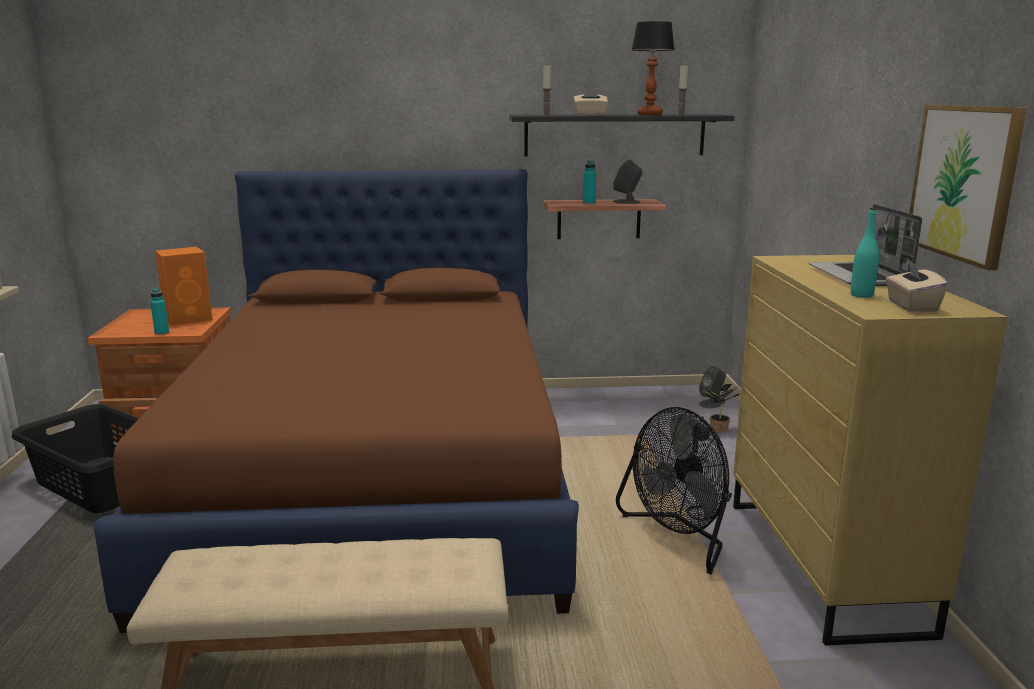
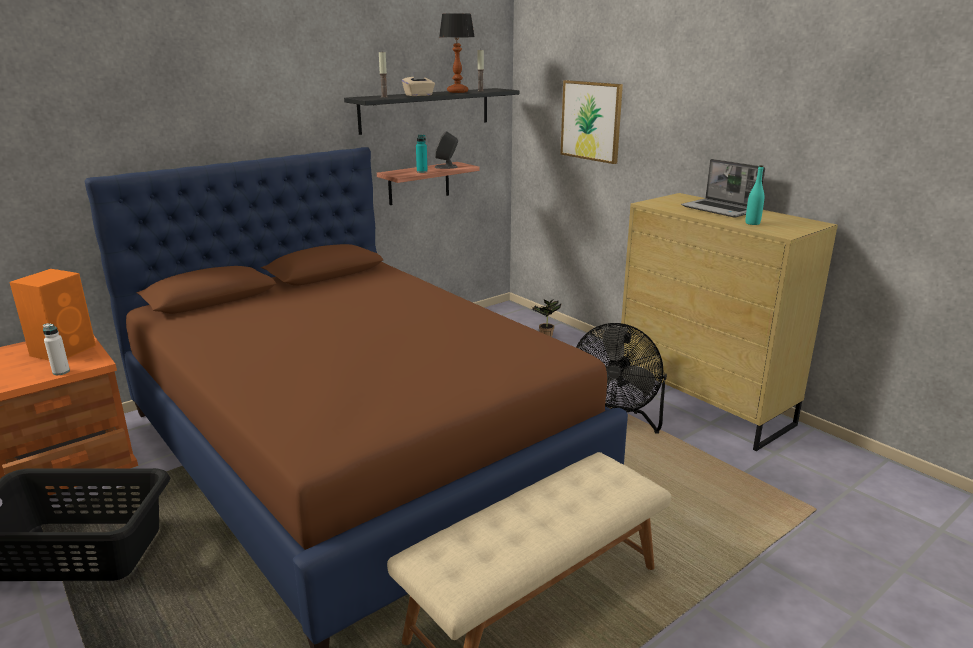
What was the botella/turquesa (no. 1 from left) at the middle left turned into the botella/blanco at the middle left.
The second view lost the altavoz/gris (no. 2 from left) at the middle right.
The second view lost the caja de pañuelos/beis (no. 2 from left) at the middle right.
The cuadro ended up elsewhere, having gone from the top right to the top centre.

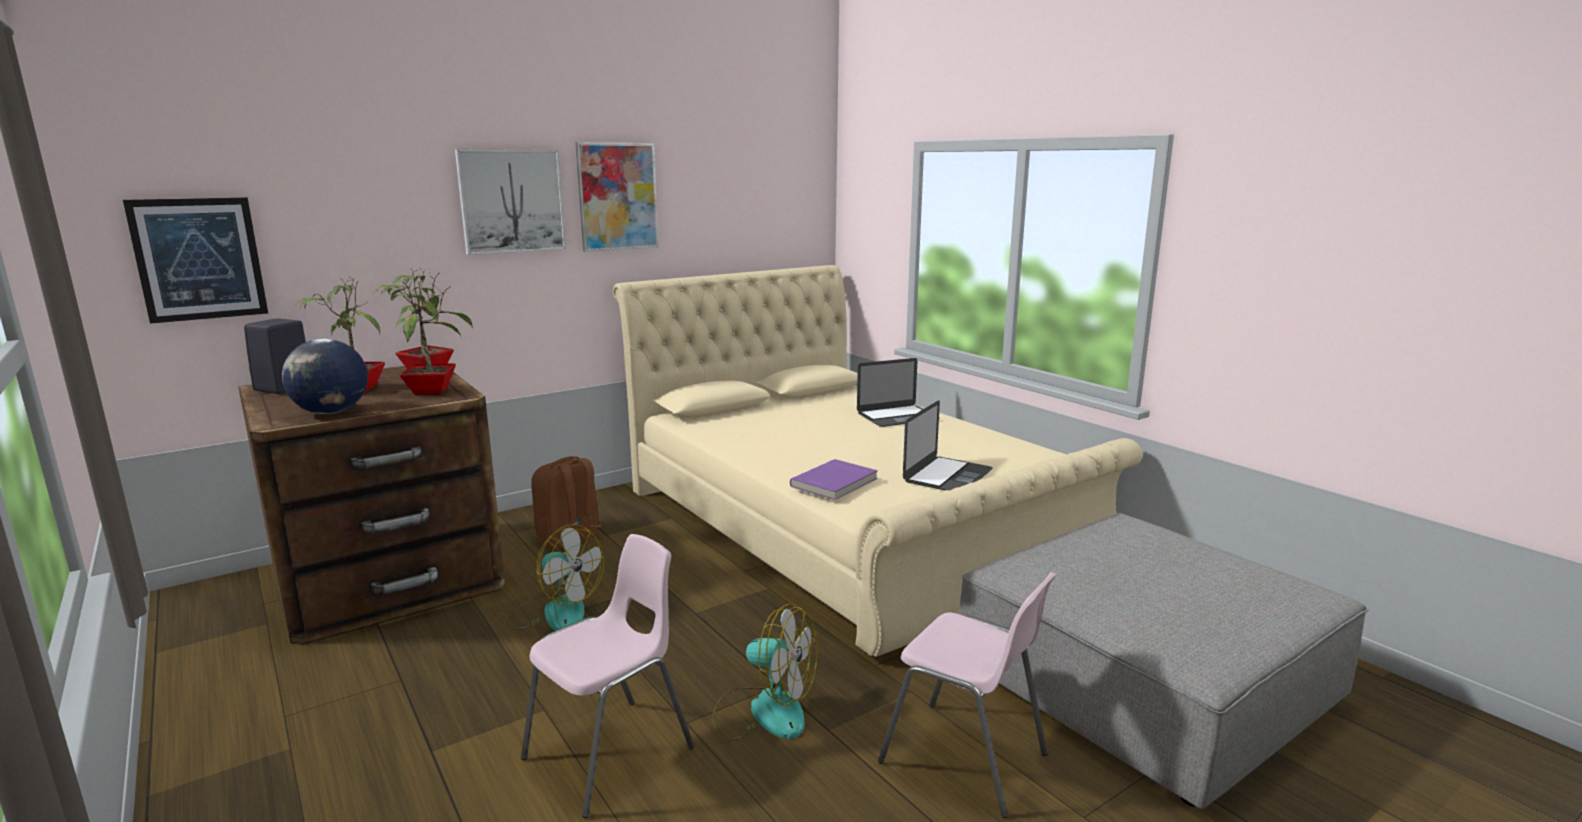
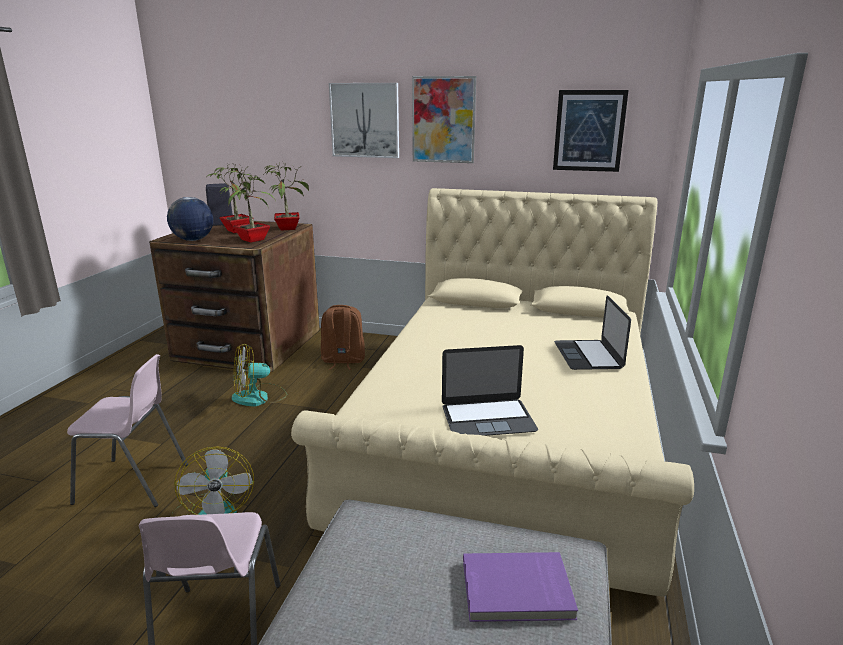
The cuadro (no. 1 from left in the first image) ended up elsewhere, having gone from the top left to the top right.
The ventilador (no. 1 from left in the first image) at the bottom centre ended up facing another way, 75 degrees clockwise from before.
The libro/morado ended up elsewhere, having gone from the centre to the bottom centre.
The portátil (no. 1 from left in the first image) at the centre ended up facing another way, 60 degrees clockwise from before.

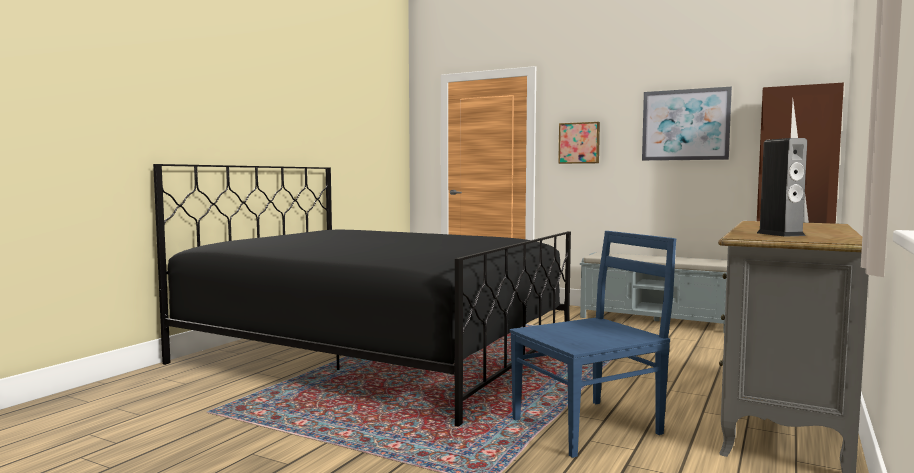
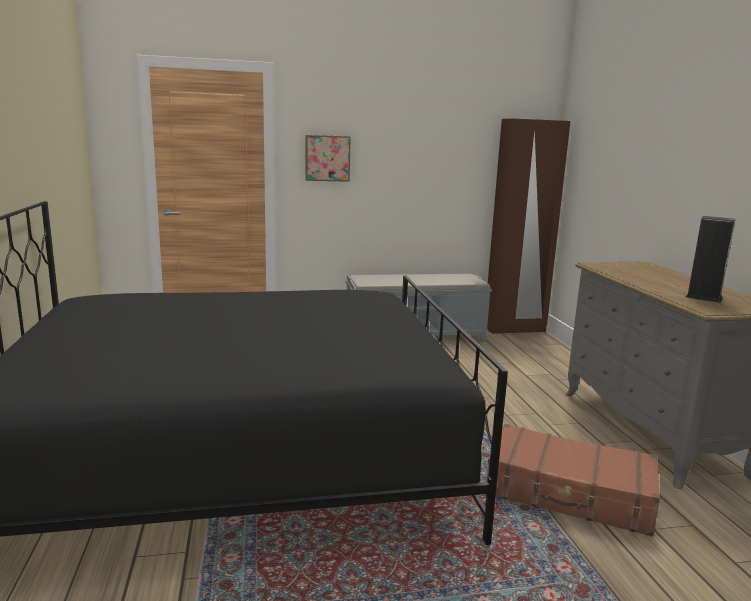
Where the silla/azul stood at the bottom centre, the maleta/marrón came to stand at the bottom right.
The second view lost the cuadro (no. 2 from left) at the top right.

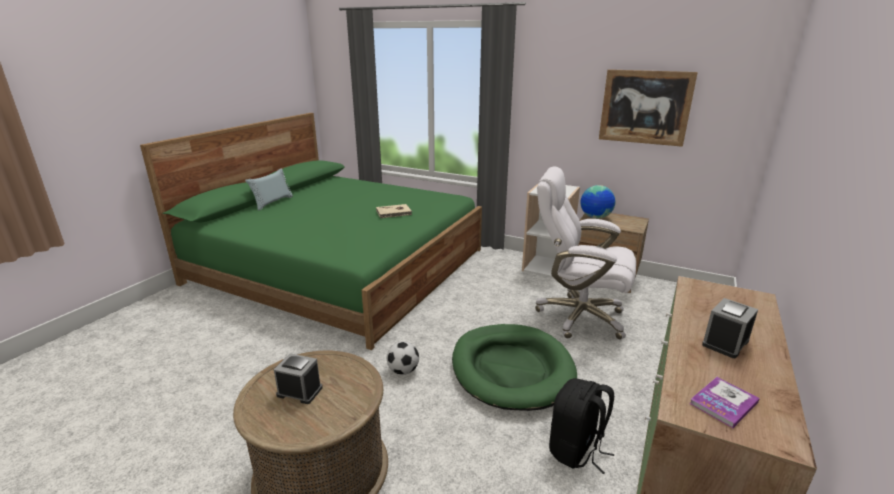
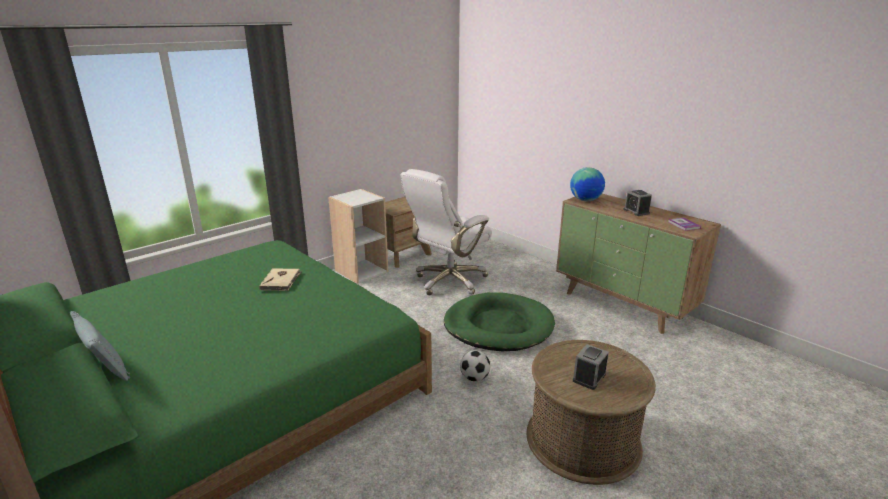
The second view lost the mochila/negro at the bottom centre.
The globo terráqueo ended up elsewhere, having gone from the middle right to the centre.
The second view lost the cuadro at the top right.

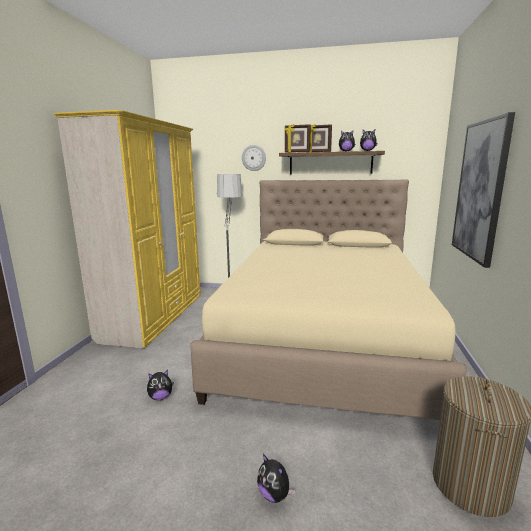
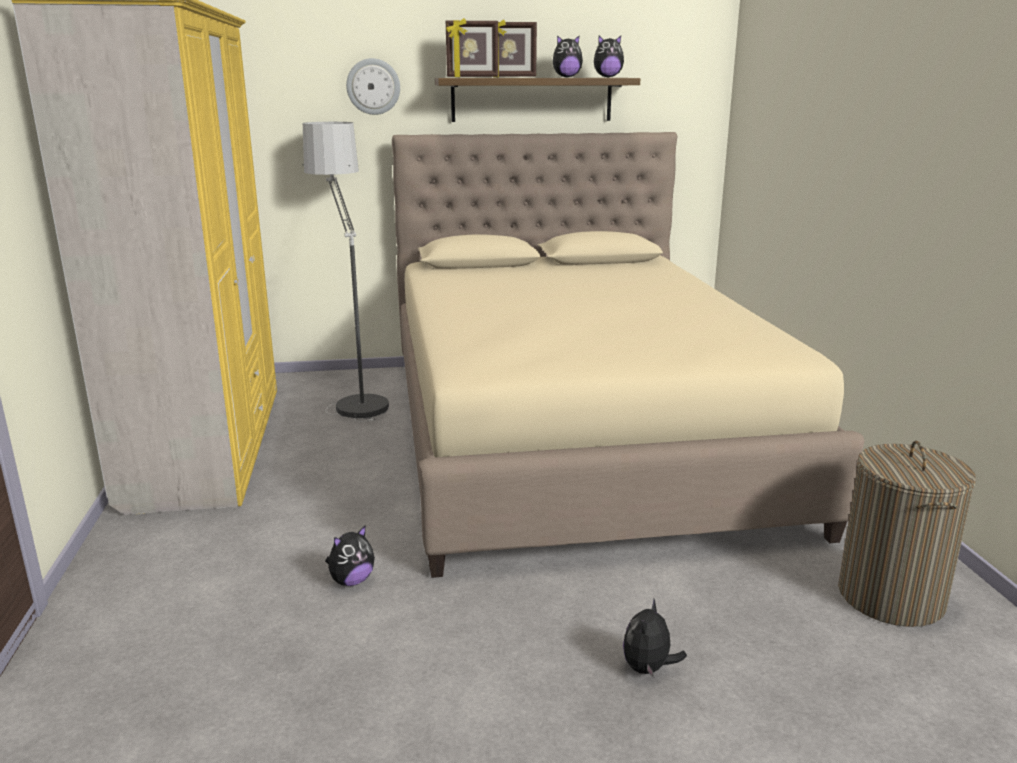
The peluche (no. 2 from left in the first image) at the bottom centre ended up facing another way, 90 degrees clockwise from before.
The second view lost the cuadro at the middle right.

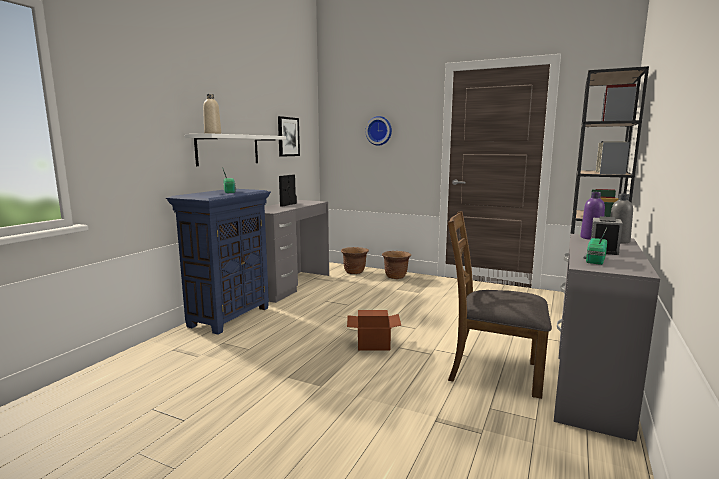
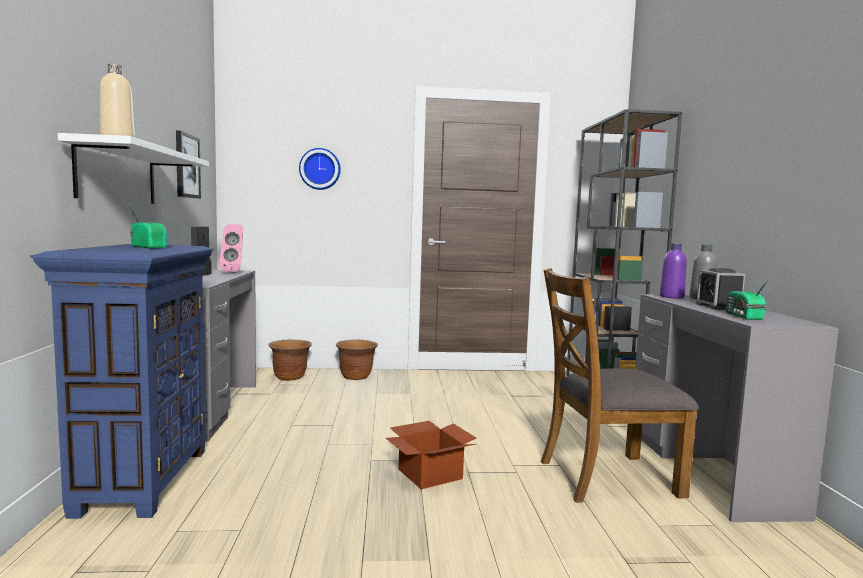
The second view gained the altavoz/rosa at the middle left.

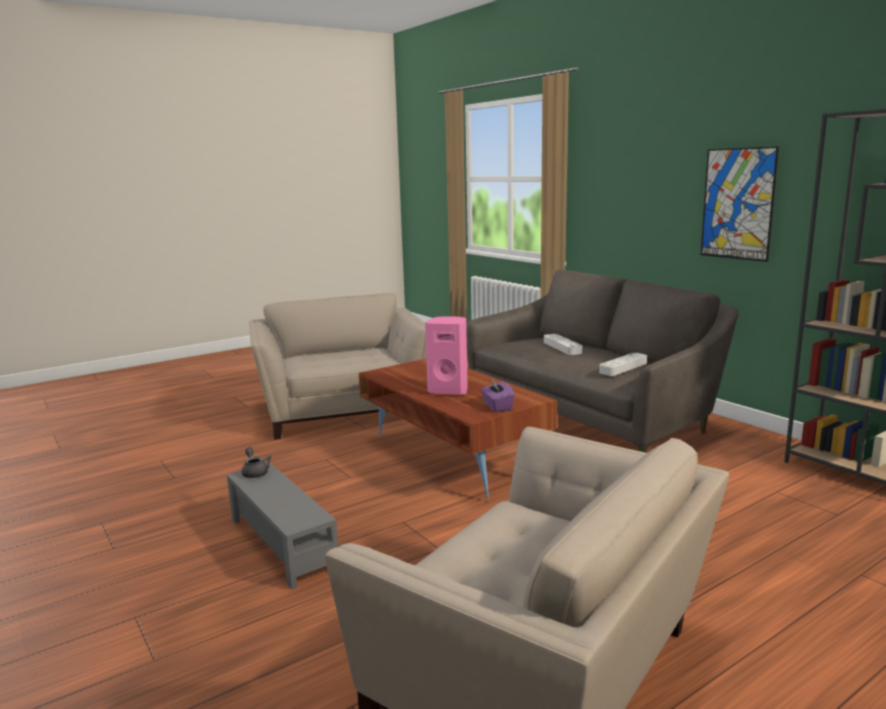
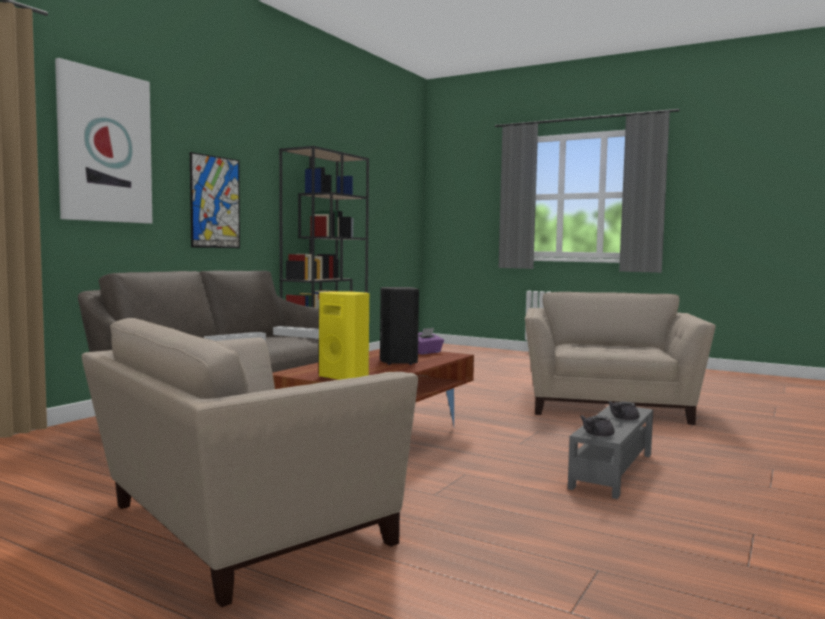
What was the altavoz/rosa at the centre turned into the altavoz/negro at the centre.
The second view gained the cuadro (no. 1 from left) at the top left.
The second view gained the altavoz/amarillo at the centre.
The second view gained the tetera/gris (no. 2 from left) at the middle right.

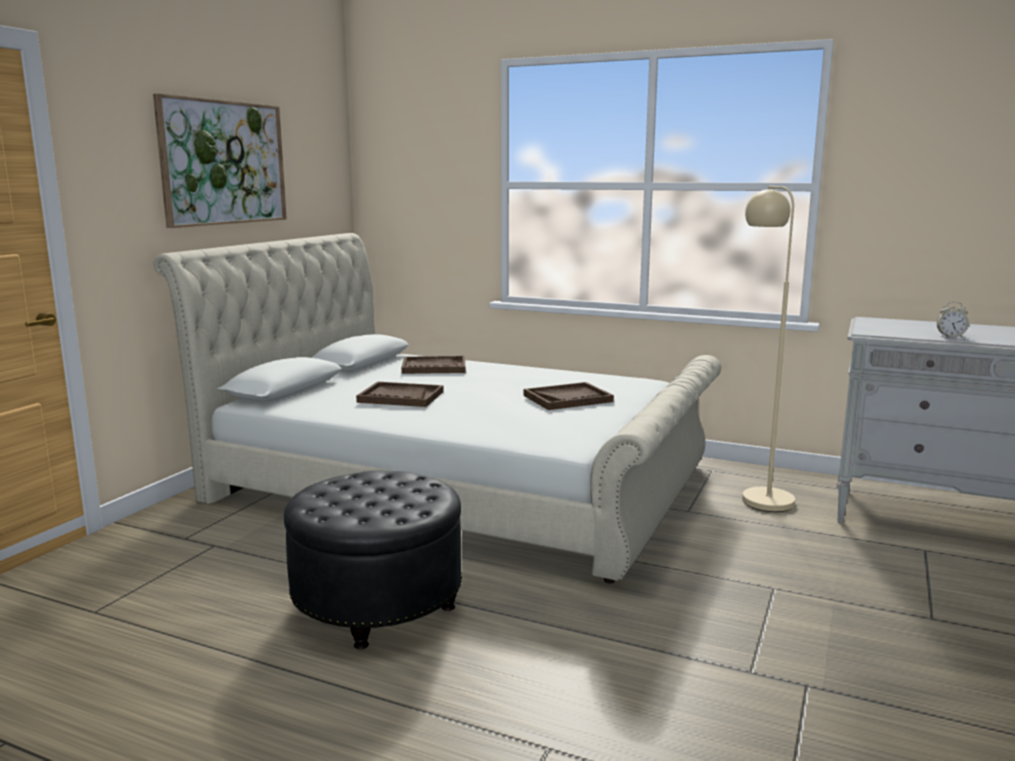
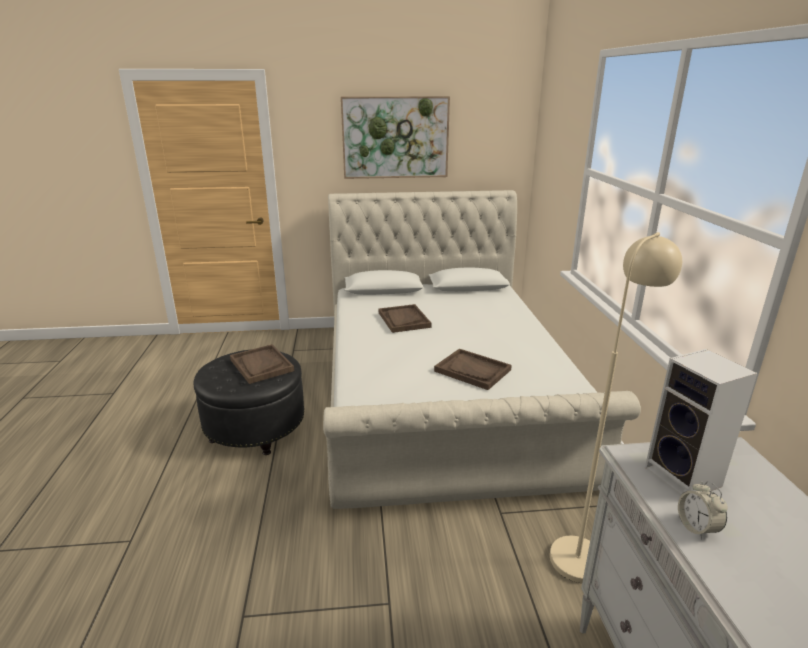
The bandeja/marrón (no. 2 from left in the first image) ended up elsewhere, having gone from the centre to the middle left.
The second view gained the altavoz at the middle right.

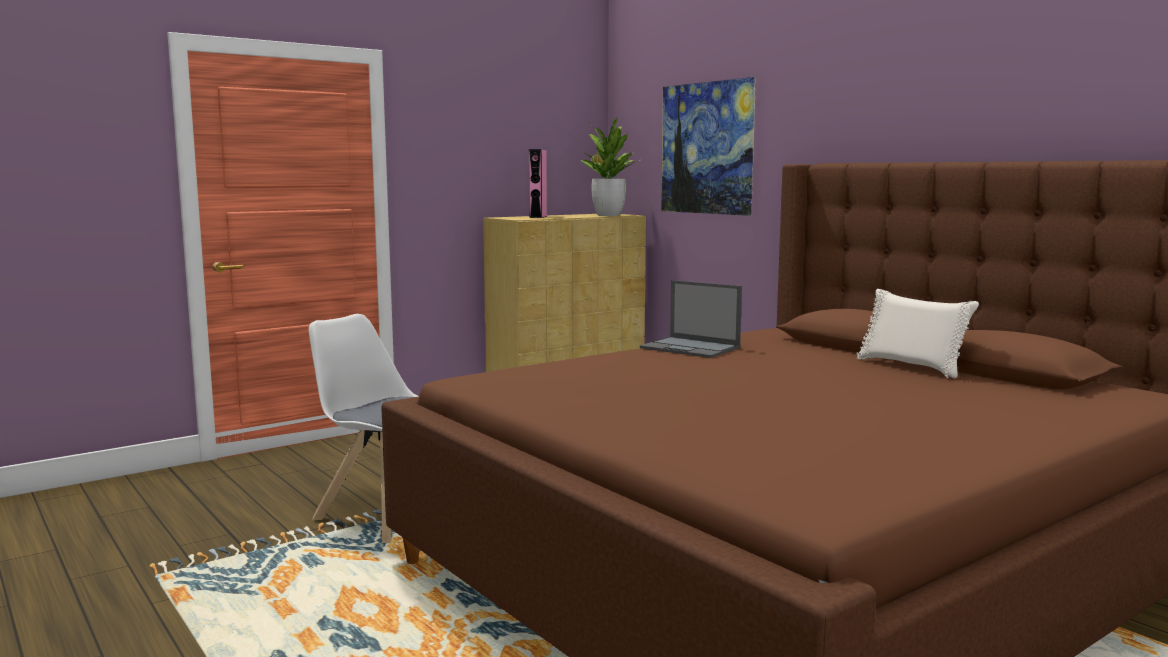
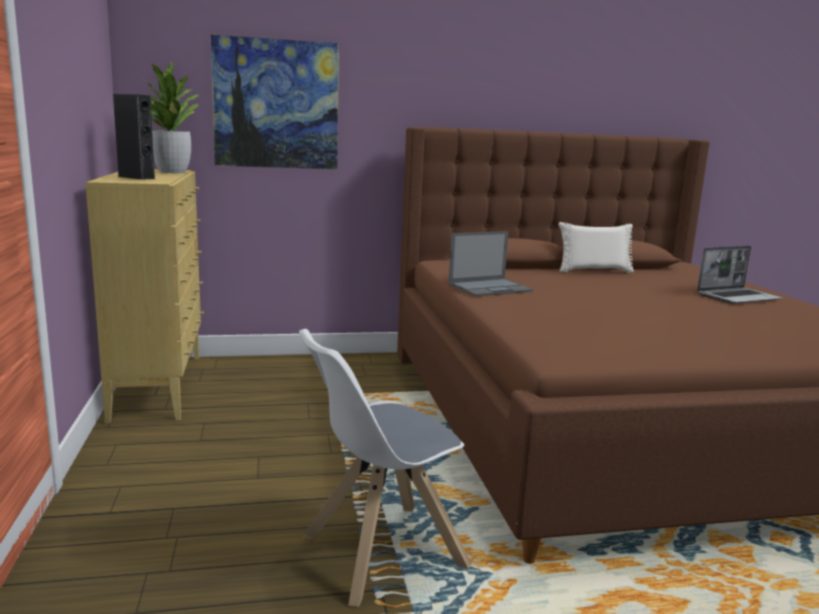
What was the altavoz/rosa at the top centre turned into the altavoz/negro at the top left.
The second view gained the portátil (no. 2 from left) at the middle right.

